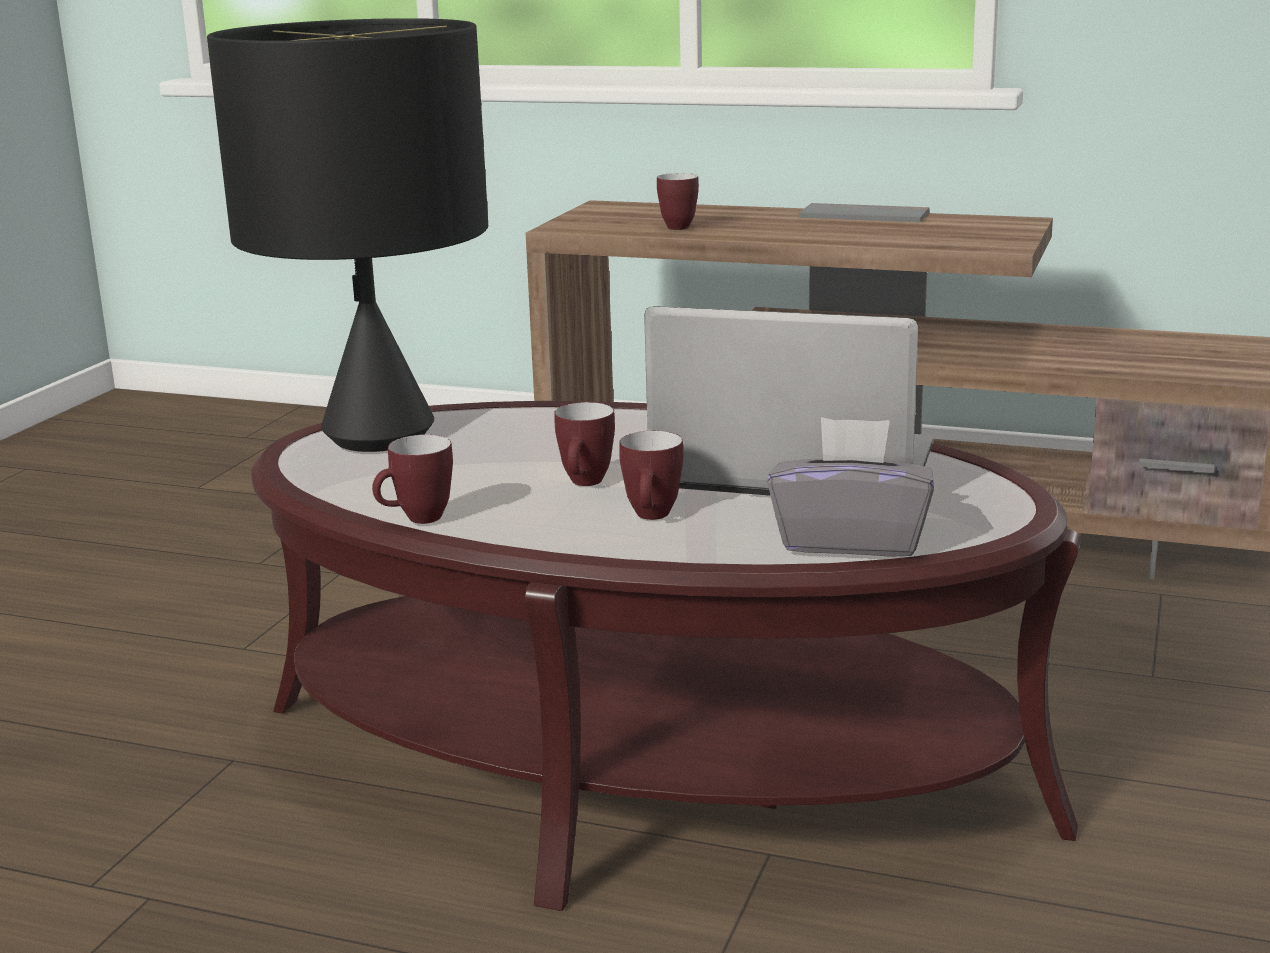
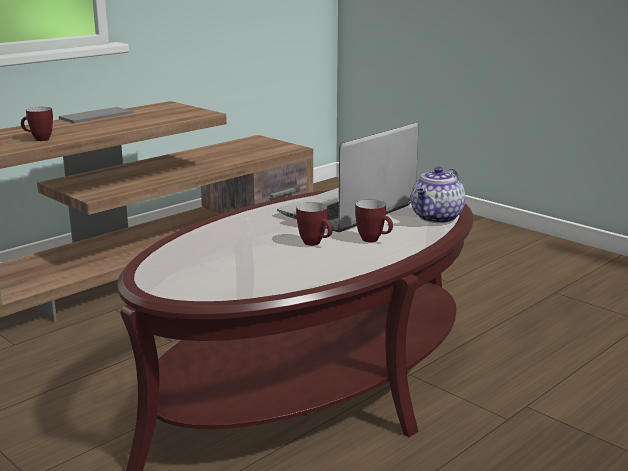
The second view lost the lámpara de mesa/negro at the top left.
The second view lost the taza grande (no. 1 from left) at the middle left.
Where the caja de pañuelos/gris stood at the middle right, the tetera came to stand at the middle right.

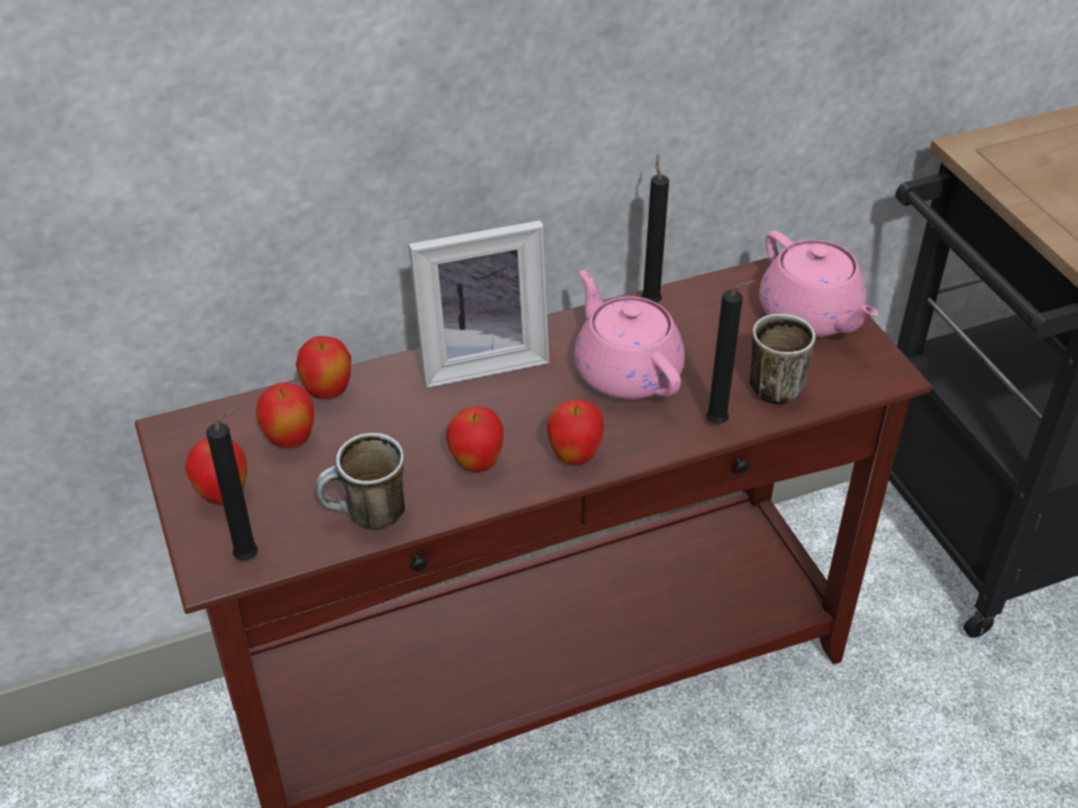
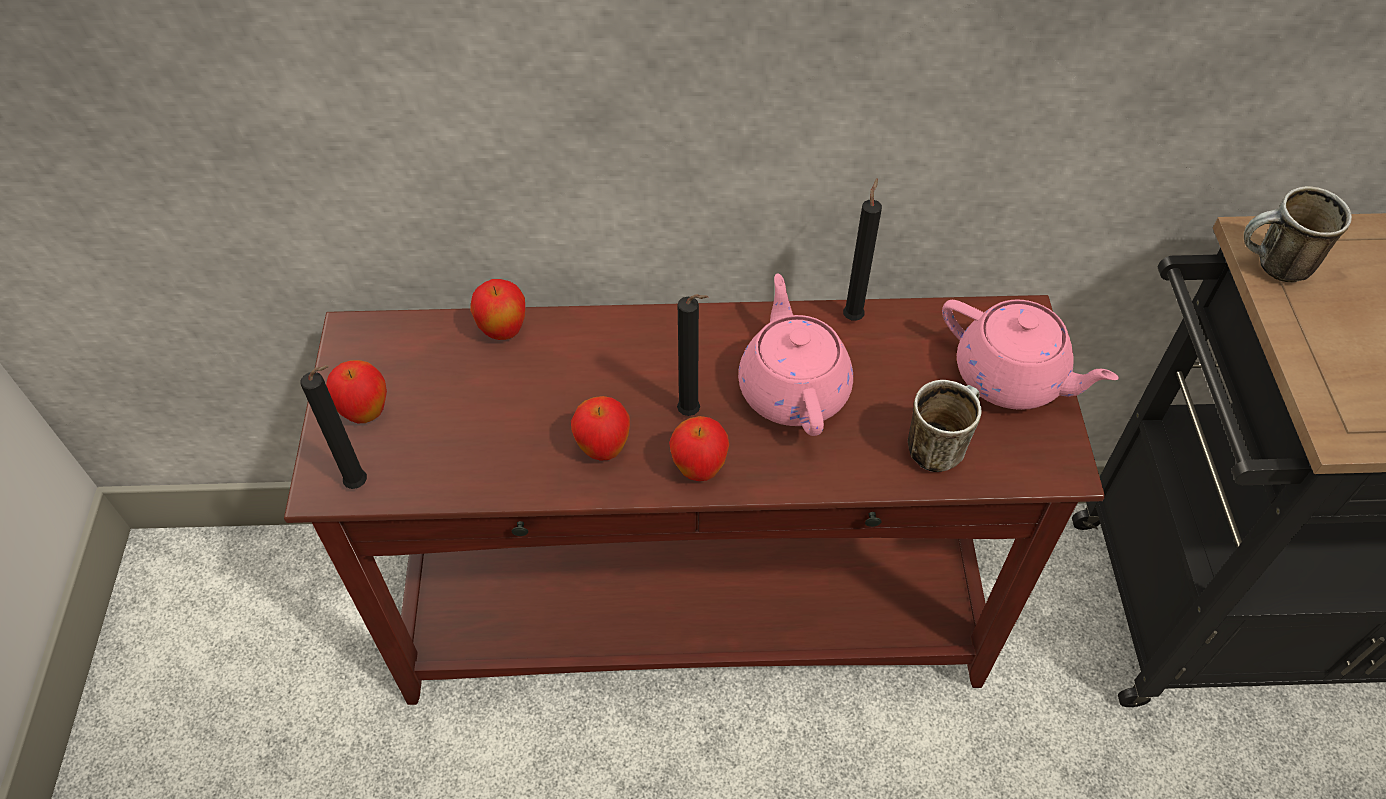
The second view lost the manzana (no. 2 from left) at the middle left.
The taza grande (no. 1 from left in the first image) ended up elsewhere, having gone from the centre to the top right.
The second view lost the portarretratos at the centre.
The vela/negro (no. 3 from left in the first image) ended up elsewhere, having gone from the middle right to the centre.
The tetera/rosa (no. 2 from left) at the middle right ended up facing another way, 45 degrees counterclockwise from before.

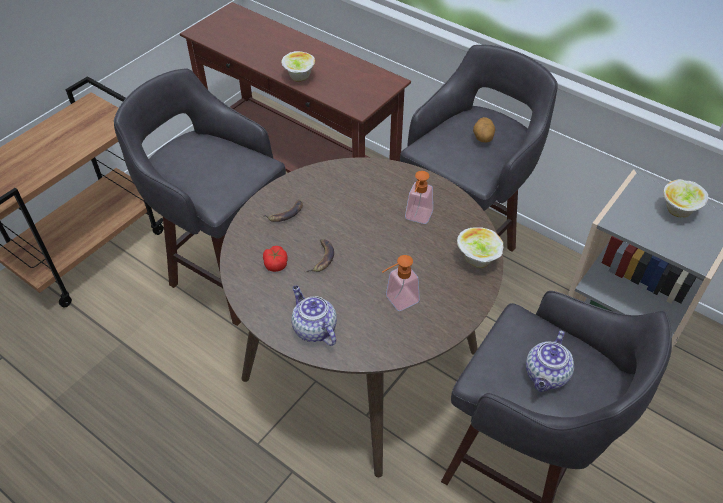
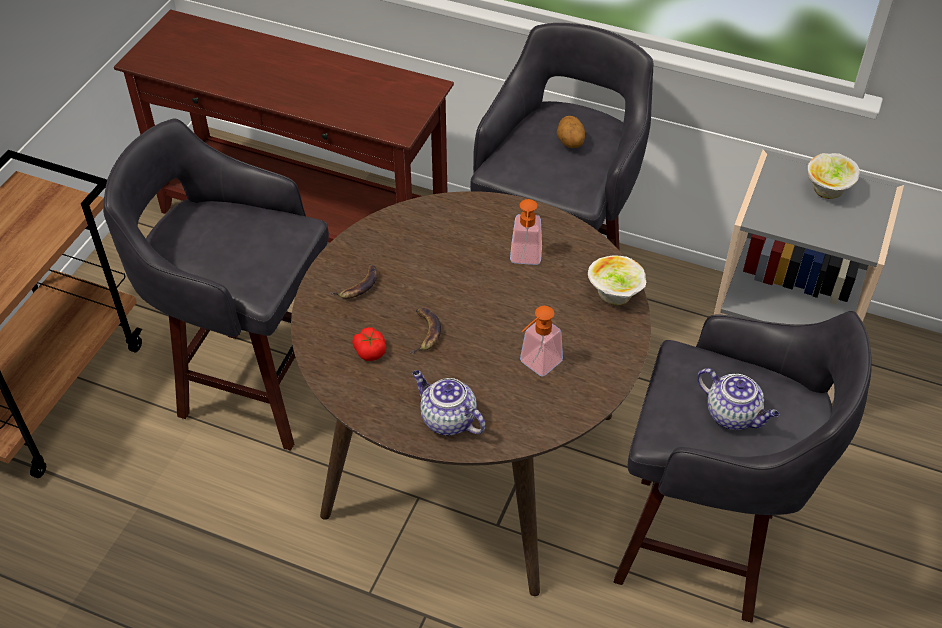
The second view lost the cuenco (no. 1 from left) at the top centre.
The tetera (no. 2 from left) at the bottom right ended up facing another way, 60 degrees counterclockwise from before.

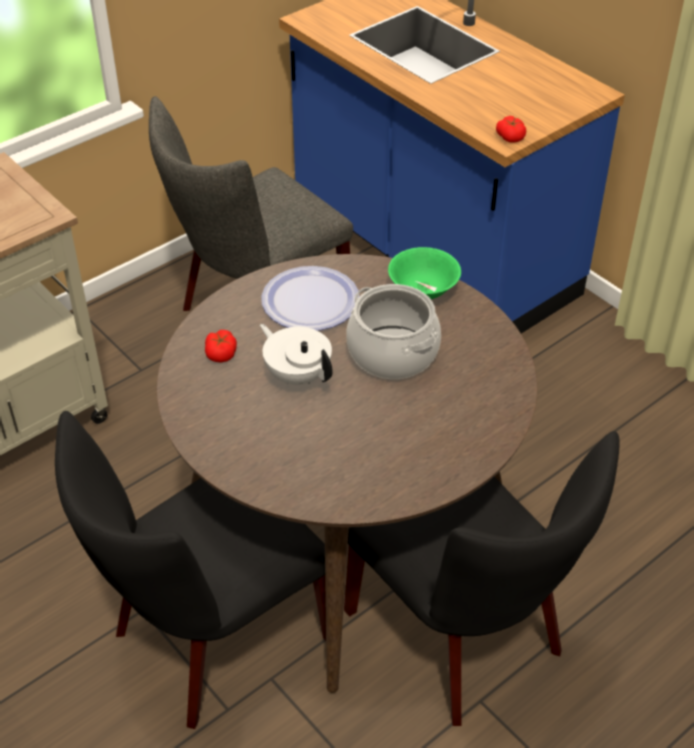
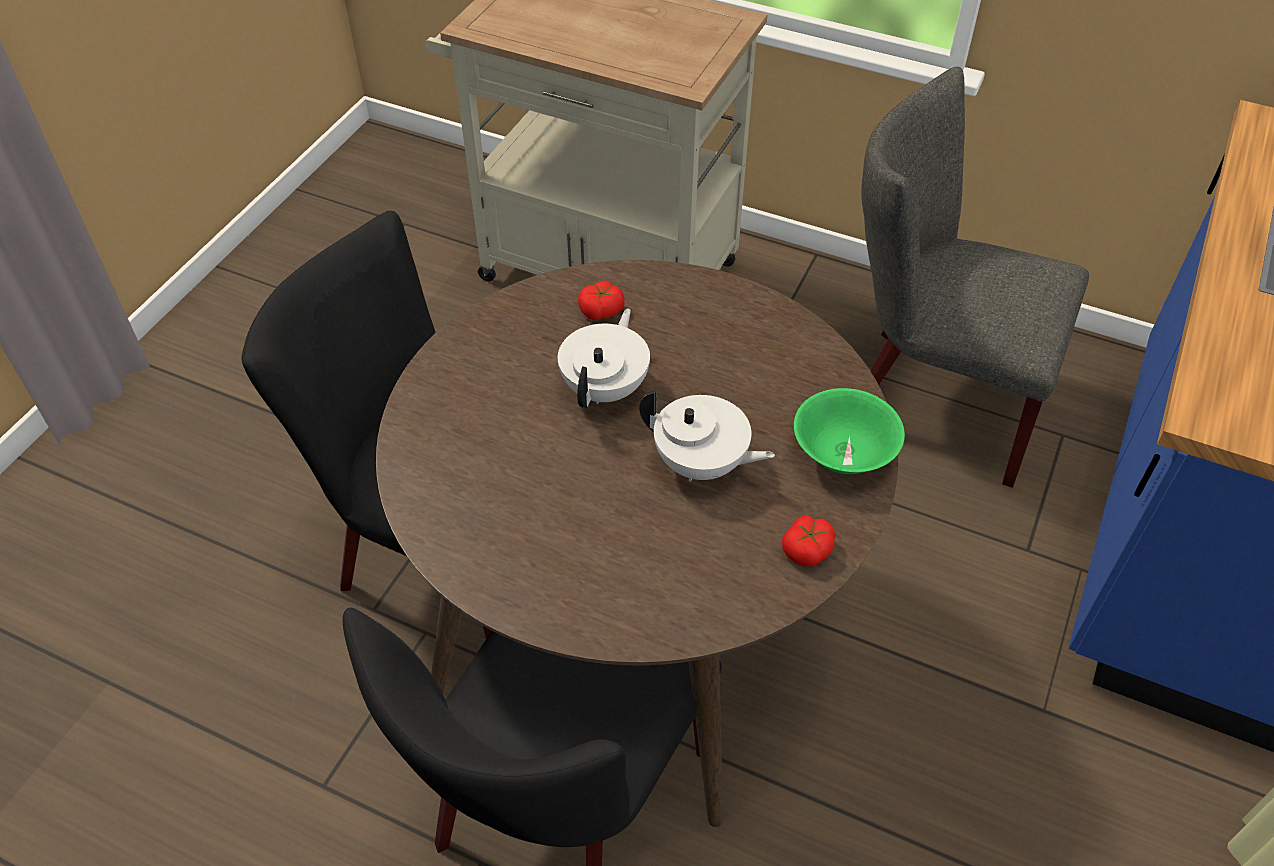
The second view lost the plato at the centre.
Where the olla stood at the centre, the tetera/blanco (no. 2 from left) came to stand at the centre.
The tomate (no. 2 from left) ended up elsewhere, having gone from the top right to the centre.

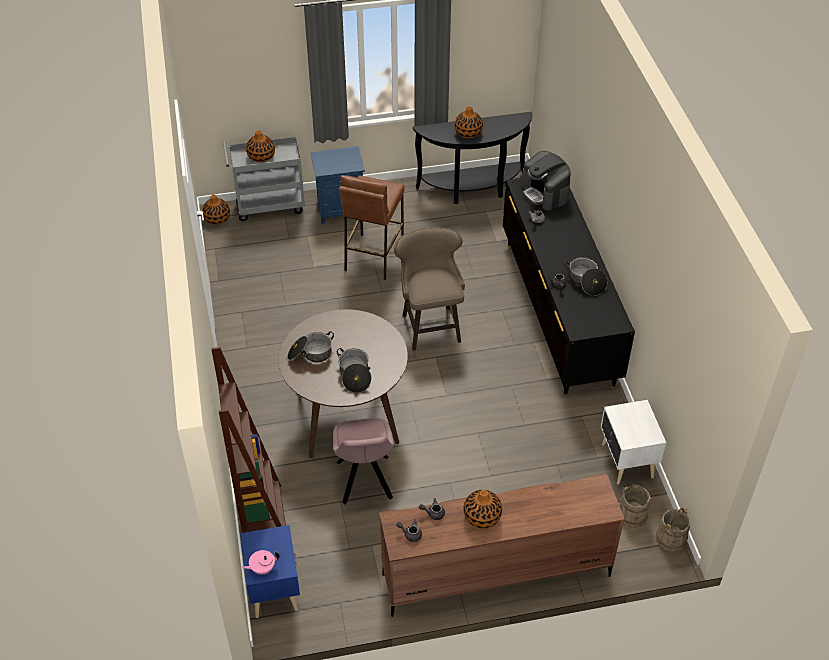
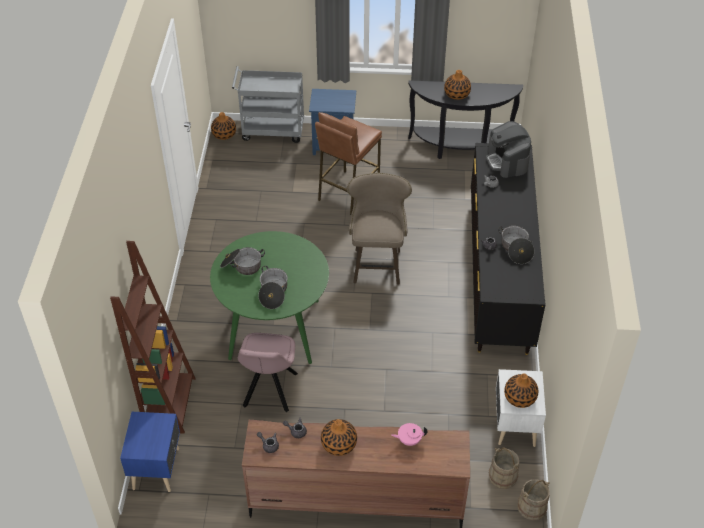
The tetera/rosa ended up elsewhere, having gone from the bottom left to the bottom centre.
The florero (no. 2 from left in the first image) ended up elsewhere, having gone from the top left to the bottom right.
What was the mesa de comedor/marrón at the centre turned into the mesa de comedor/verde at the centre.

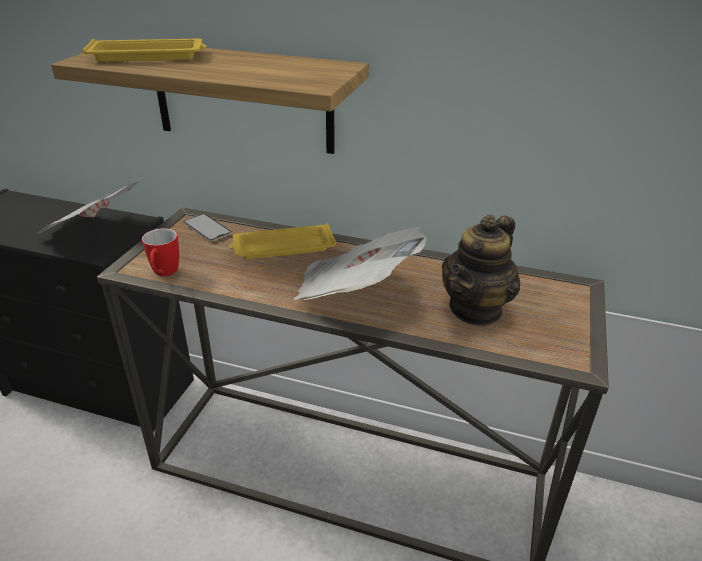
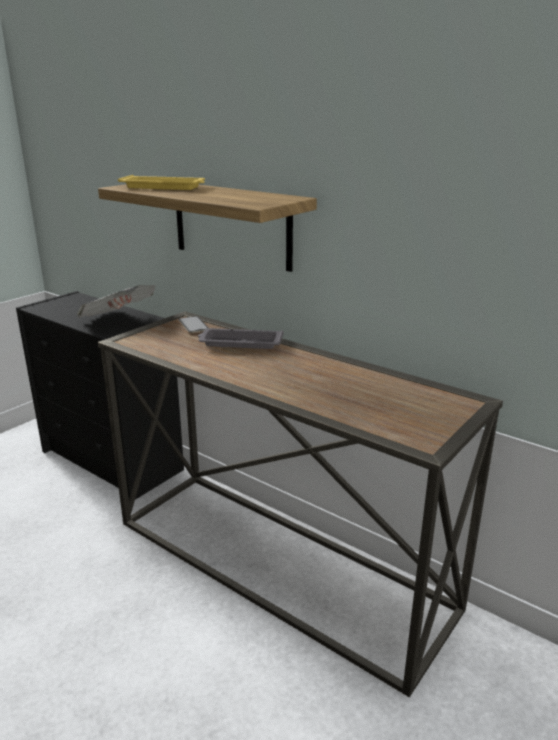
The second view lost the taza grande at the middle left.
What was the bandeja/amarillo (no. 2 from left) at the centre turned into the bandeja/gris at the centre.
The second view lost the periódico (no. 2 from left) at the centre.
The second view lost the tetera at the middle right.

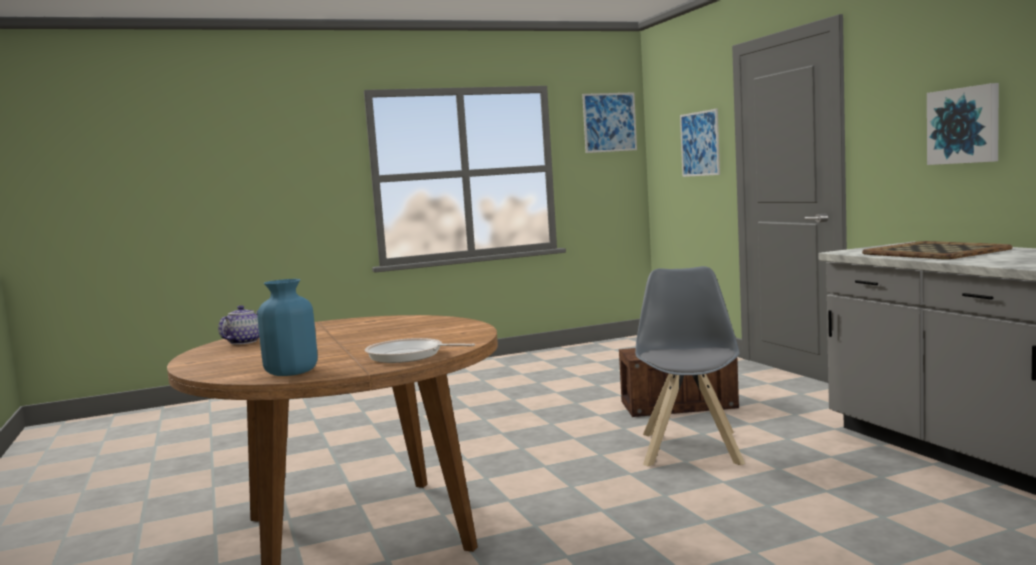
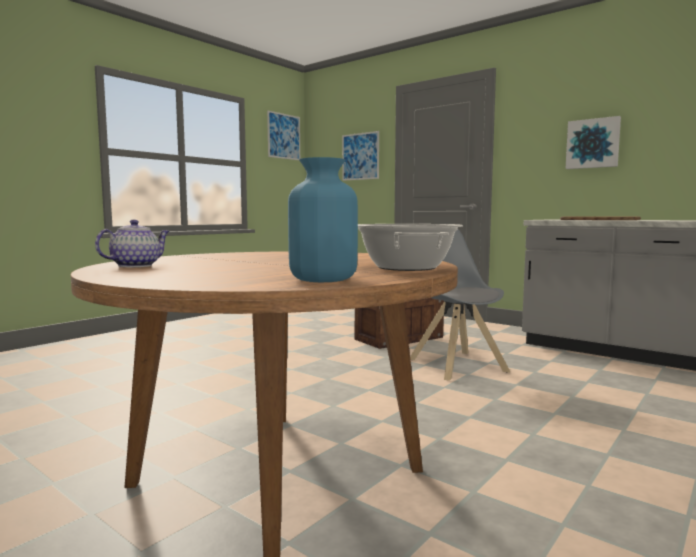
The tetera at the middle left ended up facing another way, 45 degrees clockwise from before.
Where the sartén stood at the centre, the olla came to stand at the centre.

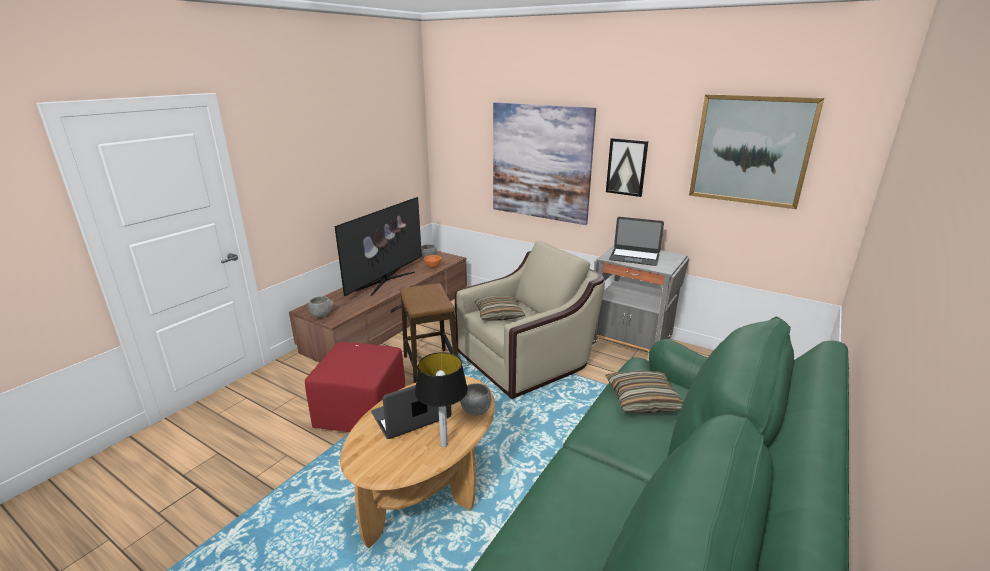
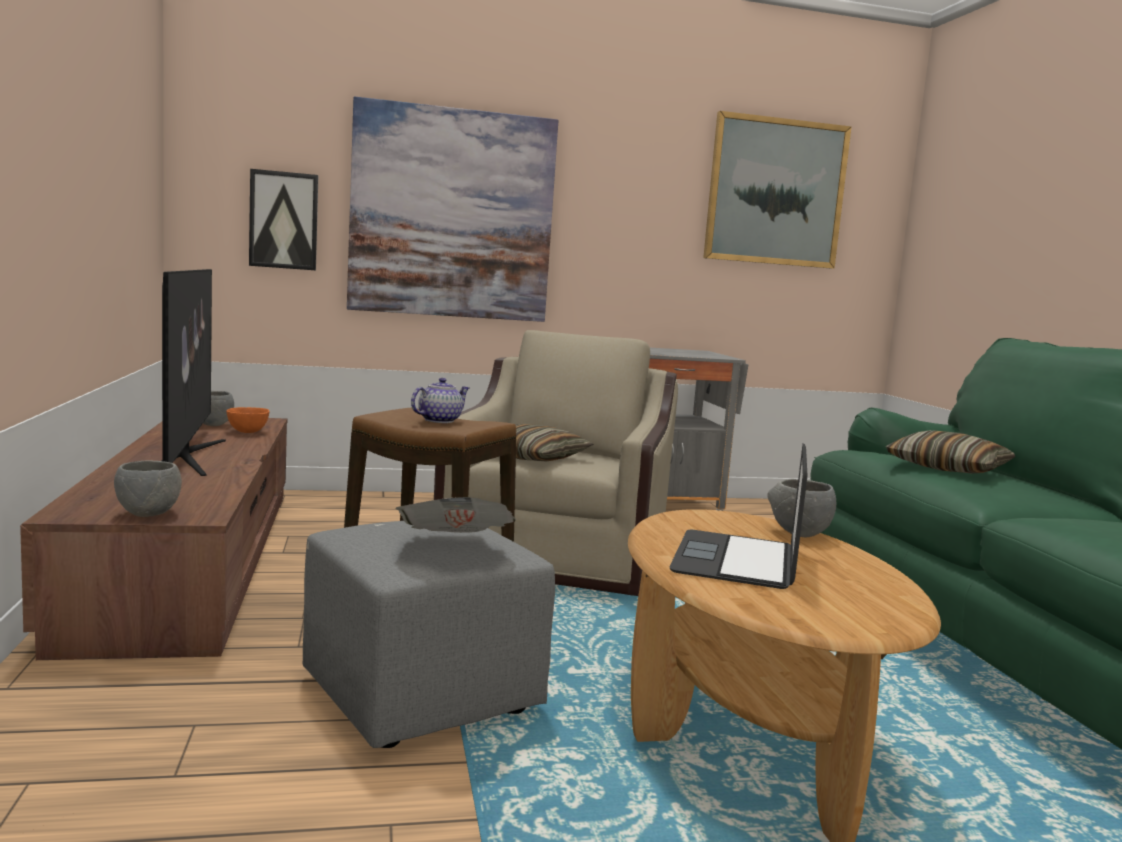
What was the puf/rojo at the bottom centre turned into the puf/gris at the bottom centre.
The second view lost the lámpara de mesa at the bottom centre.
The cuadro (no. 2 from left in the first image) ended up elsewhere, having gone from the top centre to the top left.
The second view lost the portátil (no. 2 from left) at the centre.
The second view gained the periódico at the centre.
The second view gained the tetera at the centre.

